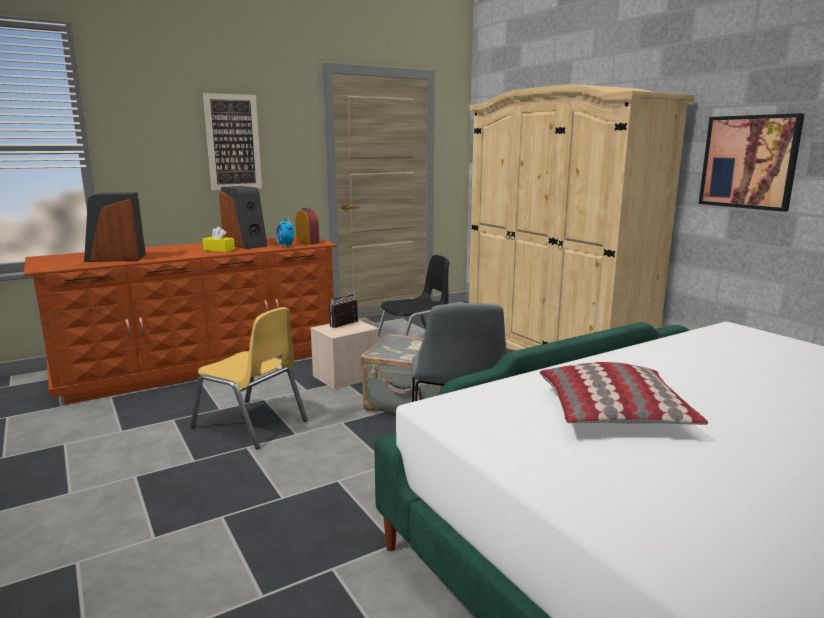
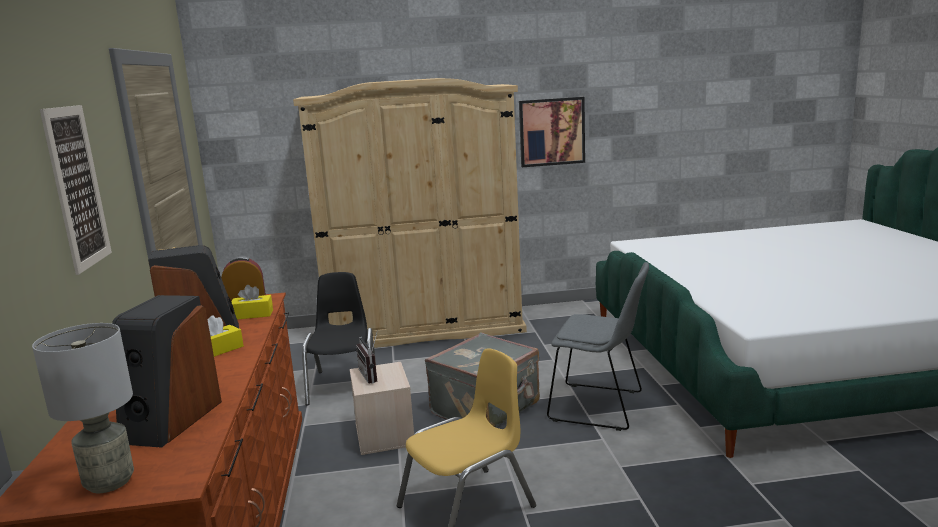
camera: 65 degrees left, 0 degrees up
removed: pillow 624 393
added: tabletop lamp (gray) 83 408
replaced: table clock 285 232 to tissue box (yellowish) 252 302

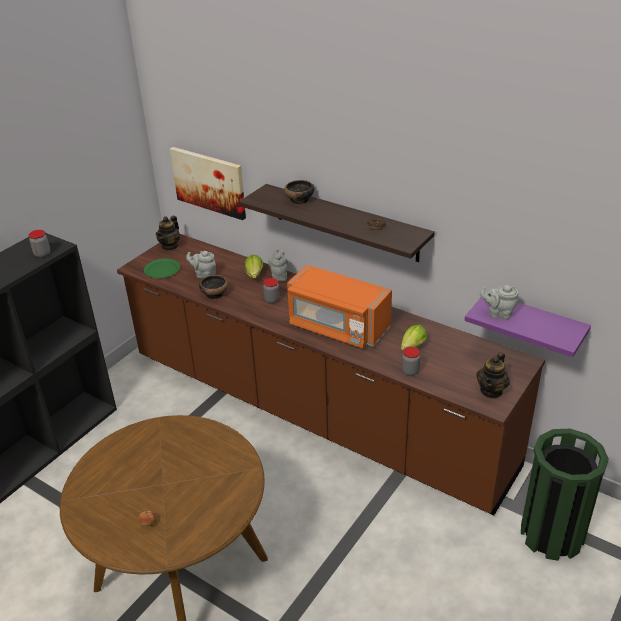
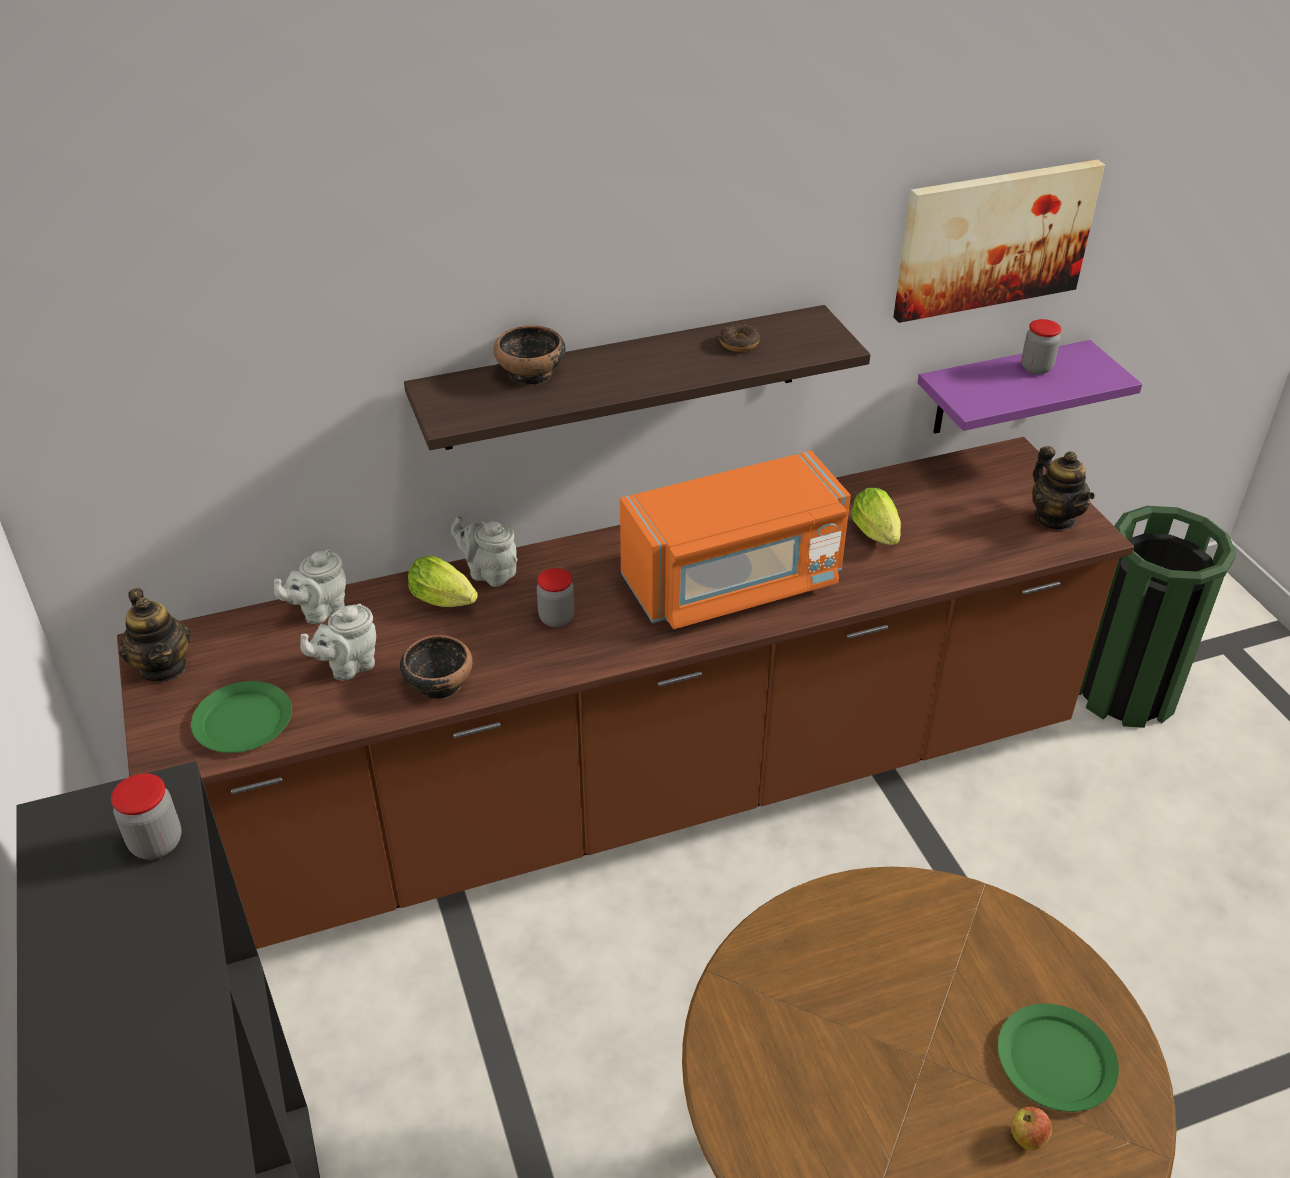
camera: 55 degrees left, 5 degrees up
added: flat dish (green-coloured) 1058 1057
moved: wall picture 208 183 to 999 241; preserve jar 411 361 to 1041 346; tea pot (gray) 499 302 to 310 586

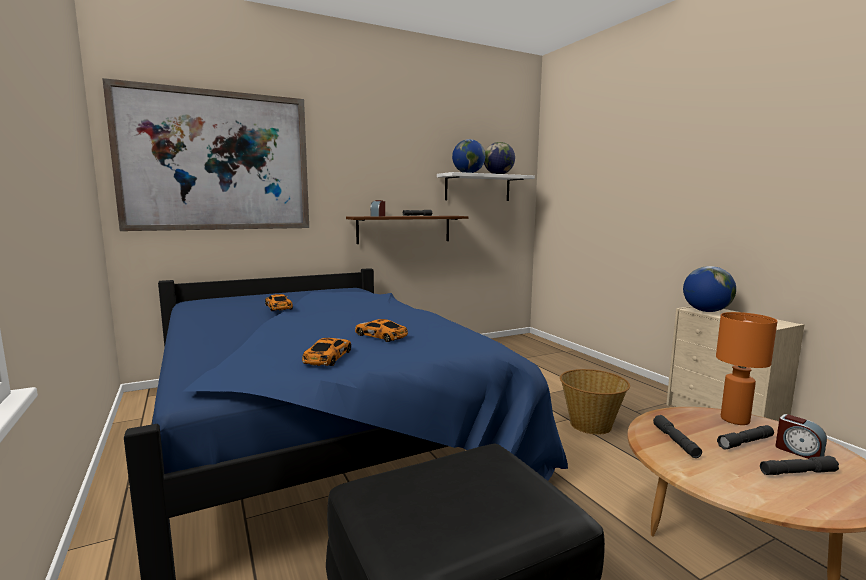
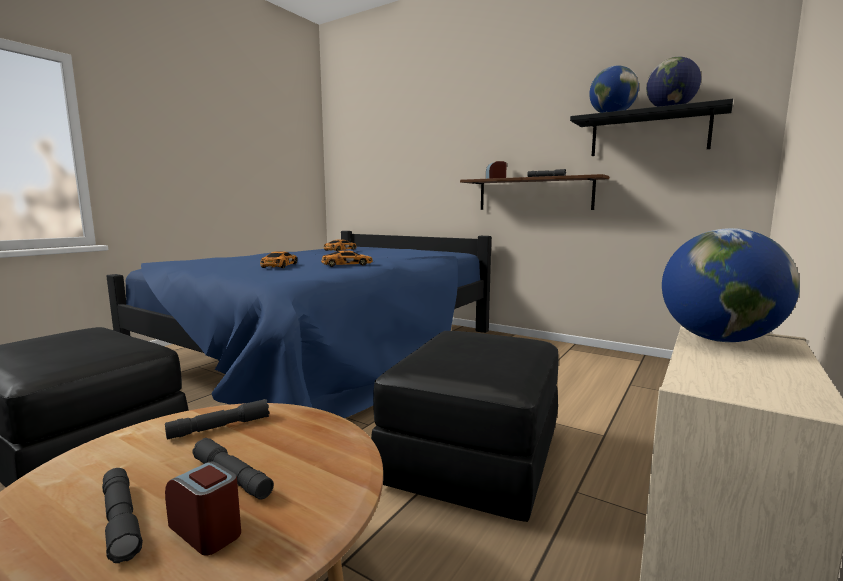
camera: 60 degrees right, 0 degrees up
removed: wall picture 205 154; tabletop lamp (orange-coloured) 746 368
moved: toy car 326 352 to 347 258
replaced: household basket 595 402 to footrest (black-coloured) 465 426
recoloured: wall shelf (white) 486 186 to wall shelf (black-coloured) 651 127
turned: table clock 801 436 = 203 508 105 degrees clockwise

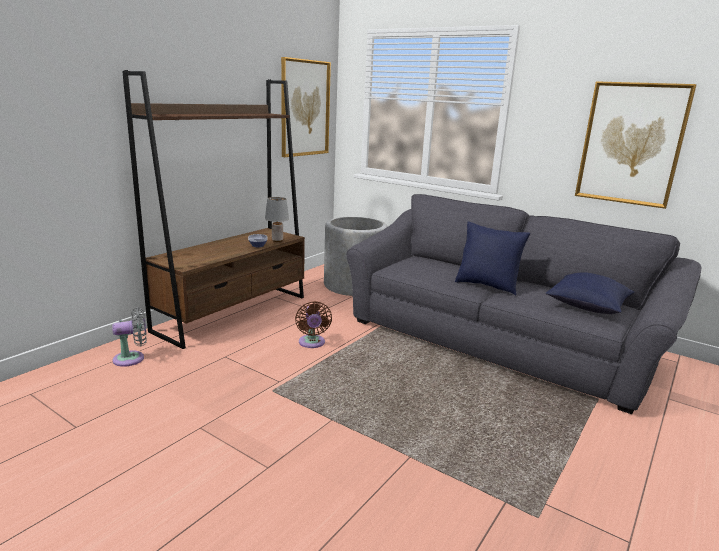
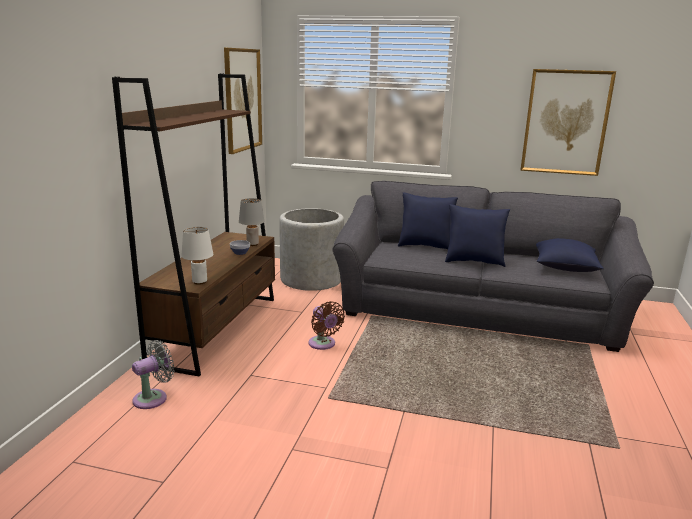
camera: 20 degrees left, 0 degrees up
added: tabletop lamp (white) 197 256; pillow (blue-coloured) 428 220

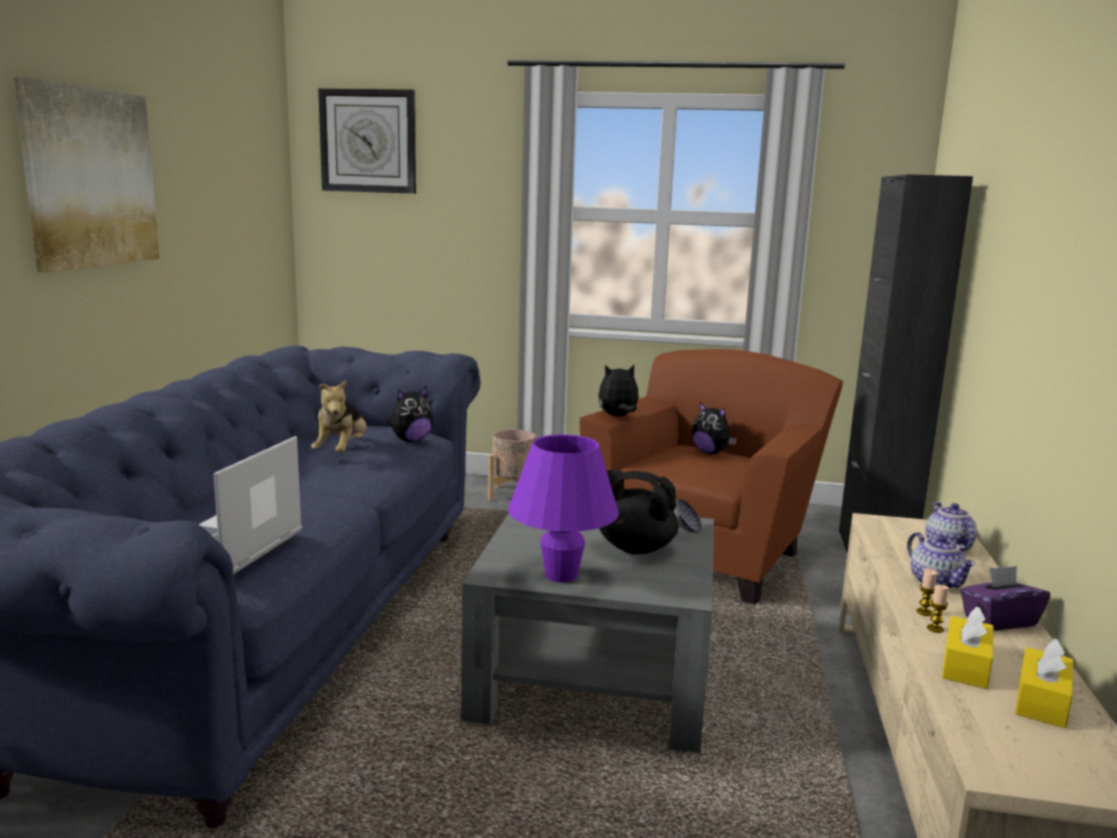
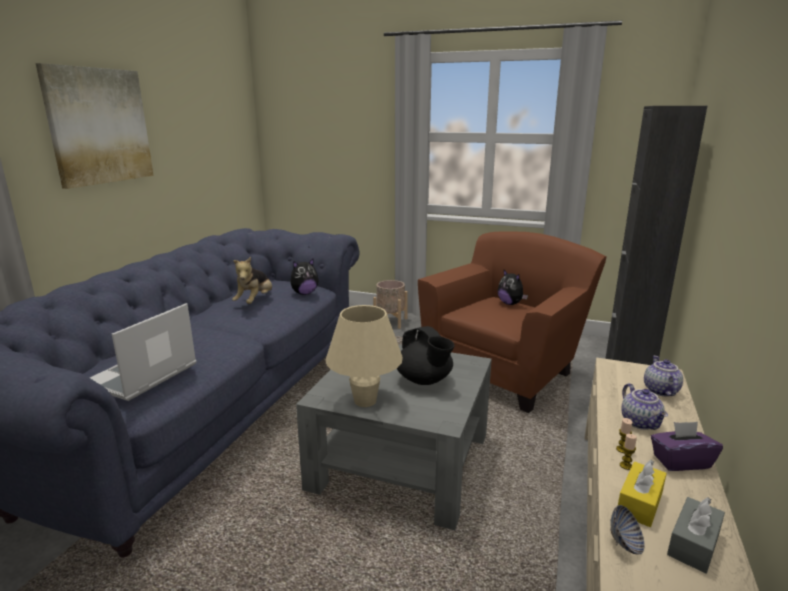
camera: 10 degrees right, 5 degrees up
removed: clock on the wall 367 141; soft toy 618 390
moved: bowl 688 516 to 627 529
recoloured: tabletop lamp (purplish) 563 508 to tabletop lamp (sand-coloured) 364 356; tissue box (yellowish) 1044 683 to tissue box (gray) 696 535
turned: tea pot (black-coloured) 639 512 = 426 355 150 degrees counterclockwise

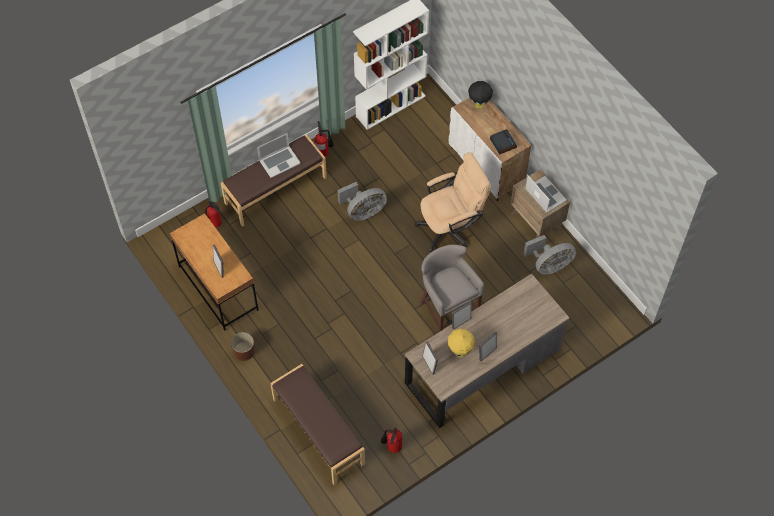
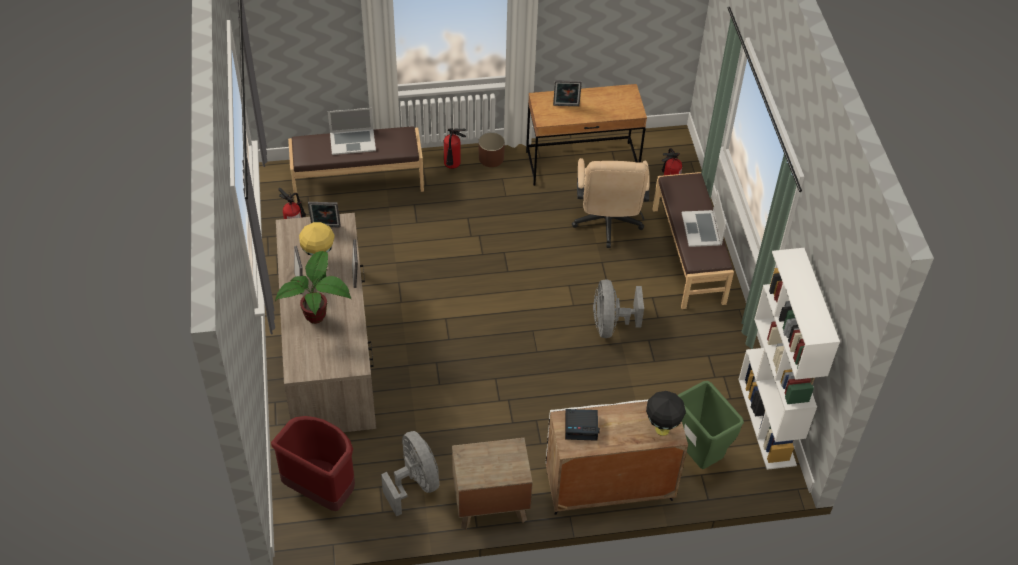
camera: 115 degrees right, 10 degrees down
removed: stool (gray) 452 288
added: trash can (red-coloured) 313 463; plant in a pot 313 287; trash can (green-coloured) 711 425
moved: extinguisher 324 139 to 455 148; desk chair (sand-coloured) 453 202 to 611 203; notebook computer 546 194 to 352 131
turned: cooling fan (gray) 550 255 = 410 474 150 degrees clockwise

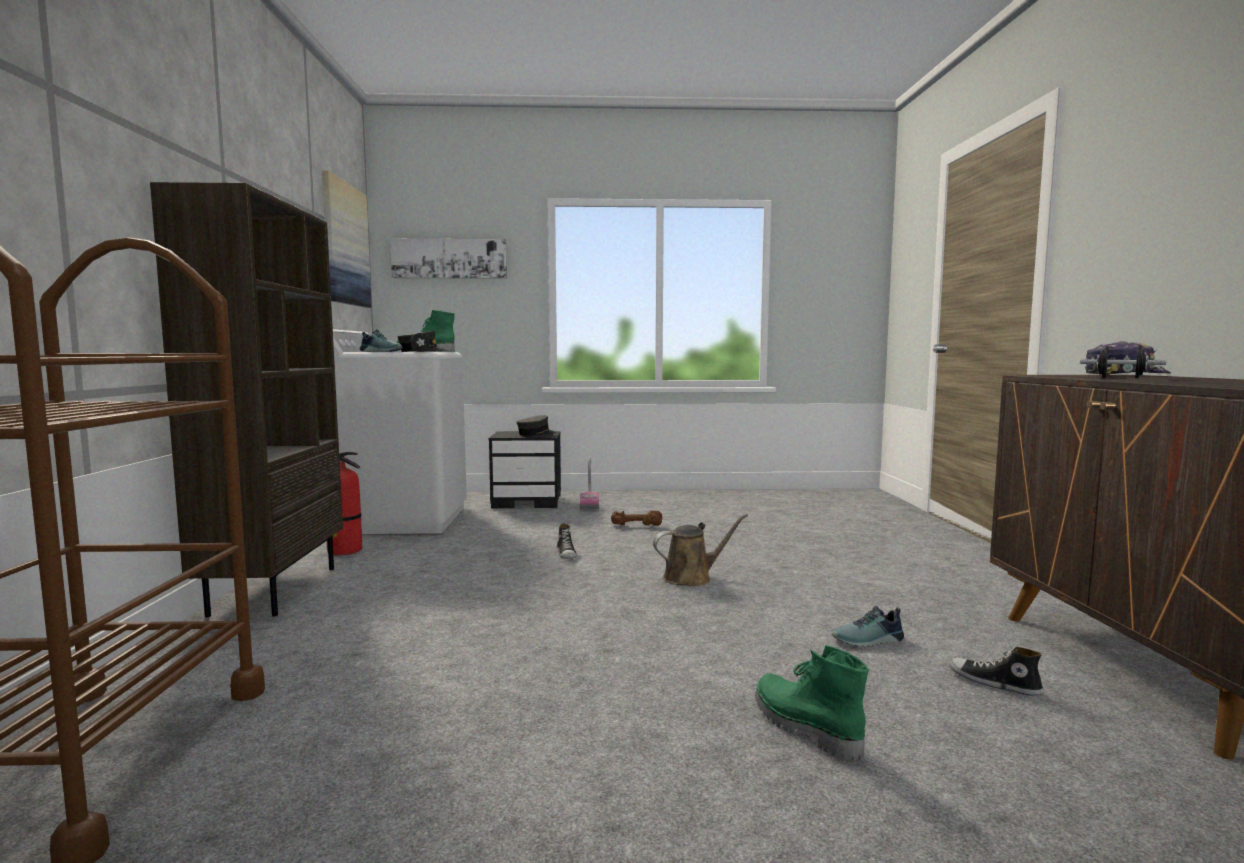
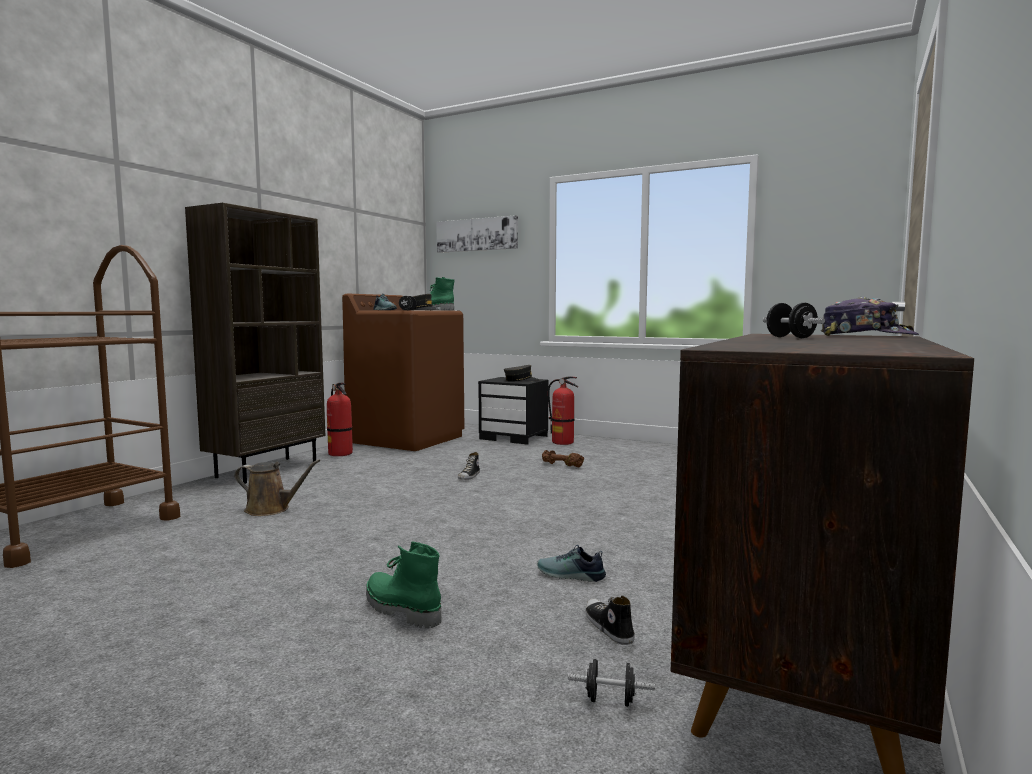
camera: 30 degrees right, 0 degrees up
removed: wall picture 347 239
added: dumbbell (black-coloured) 611 683
moved: watering can (brownish) 700 550 to 277 488
replaced: vacuum cleaner 589 483 to extinguisher 563 410
recoloured: laundry appliance (white) 400 431 to laundry appliance (brownish) 403 372
turned: high-top boot (green-coloured) 812 703 = 404 584 45 degrees counterclockwise

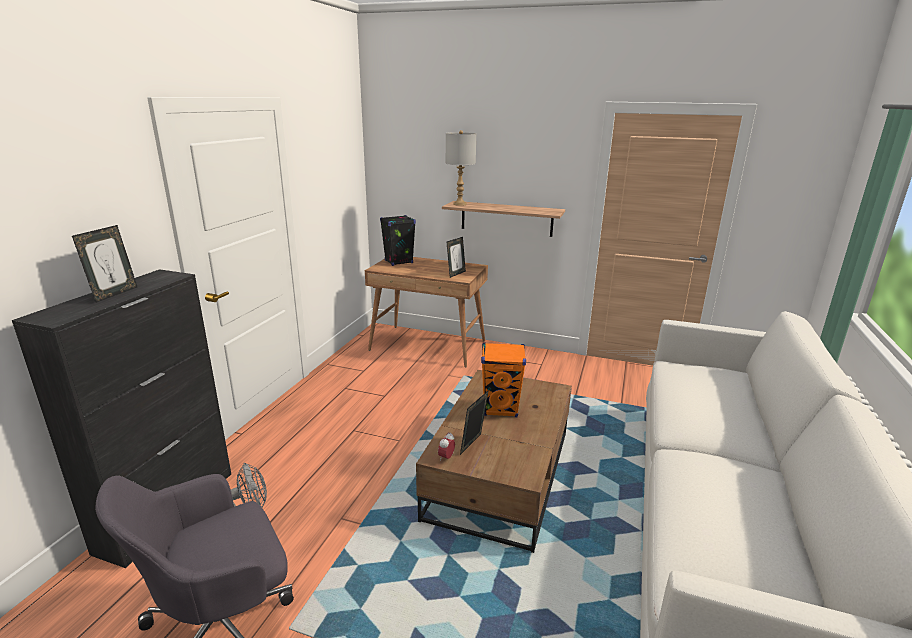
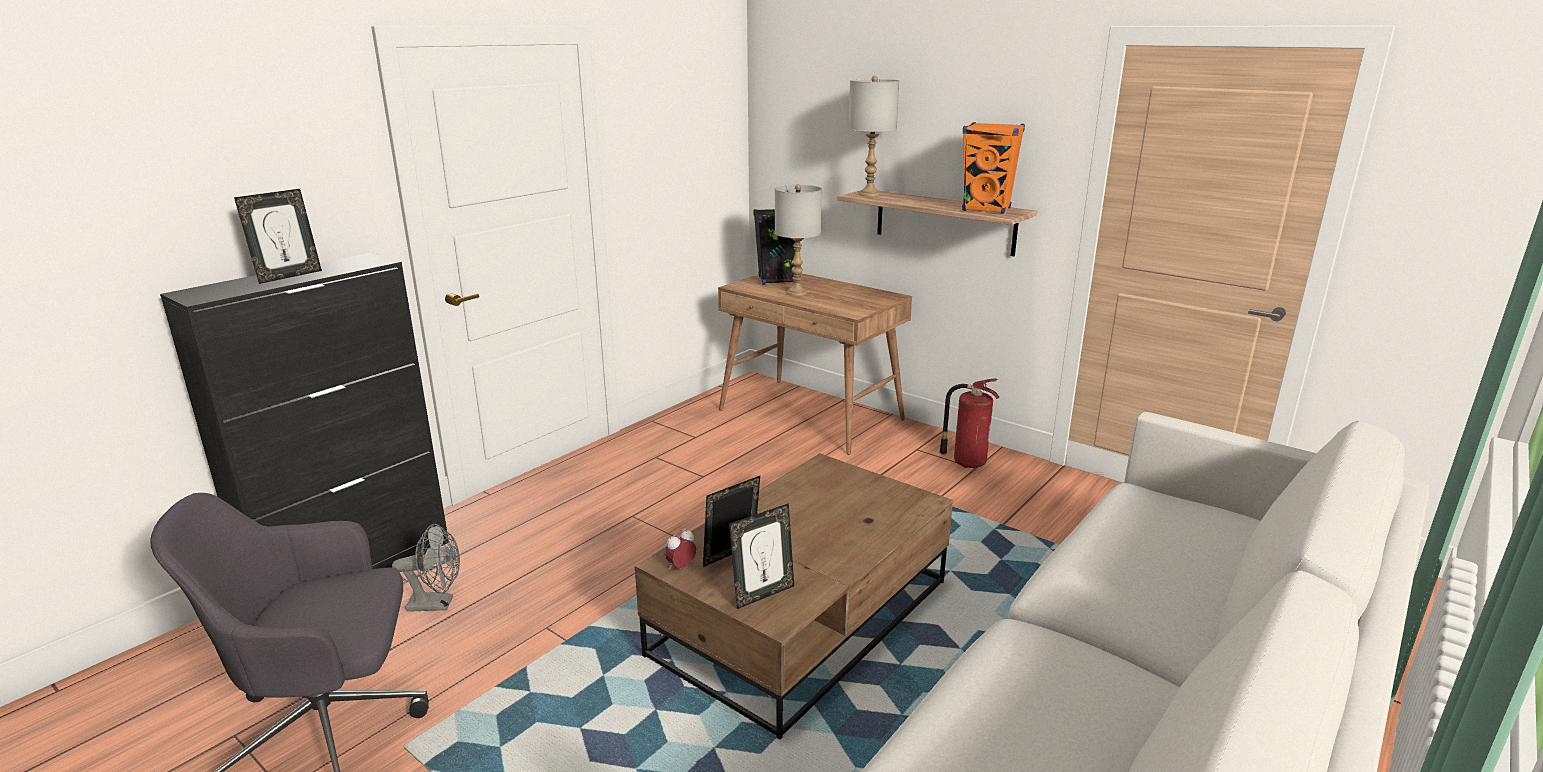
camera: 20 degrees right, 0 degrees up
added: tabletop lamp (gray) 798 240; extinguisher 969 423
moved: picture frame 456 257 to 761 556; audio speaker (orange-coloured) 503 380 to 993 168

